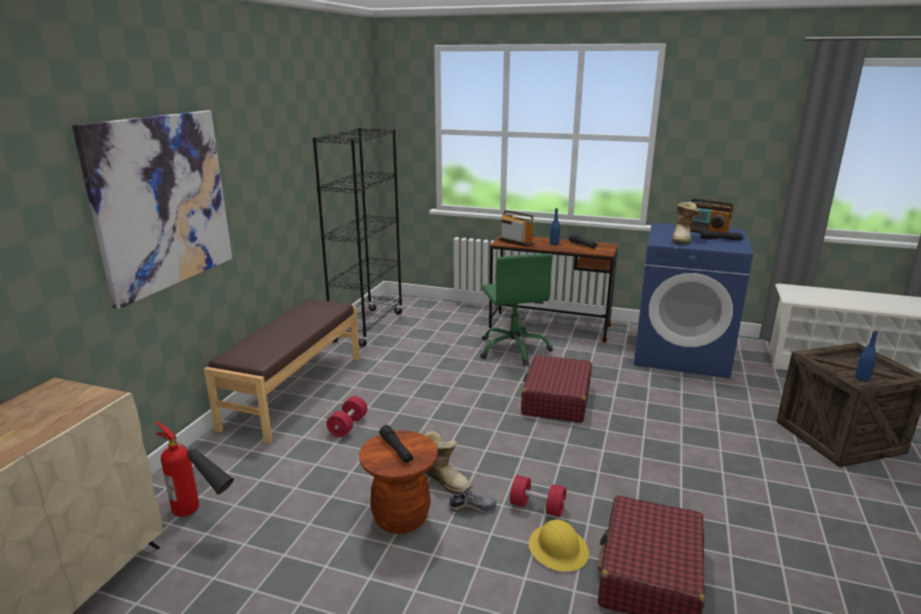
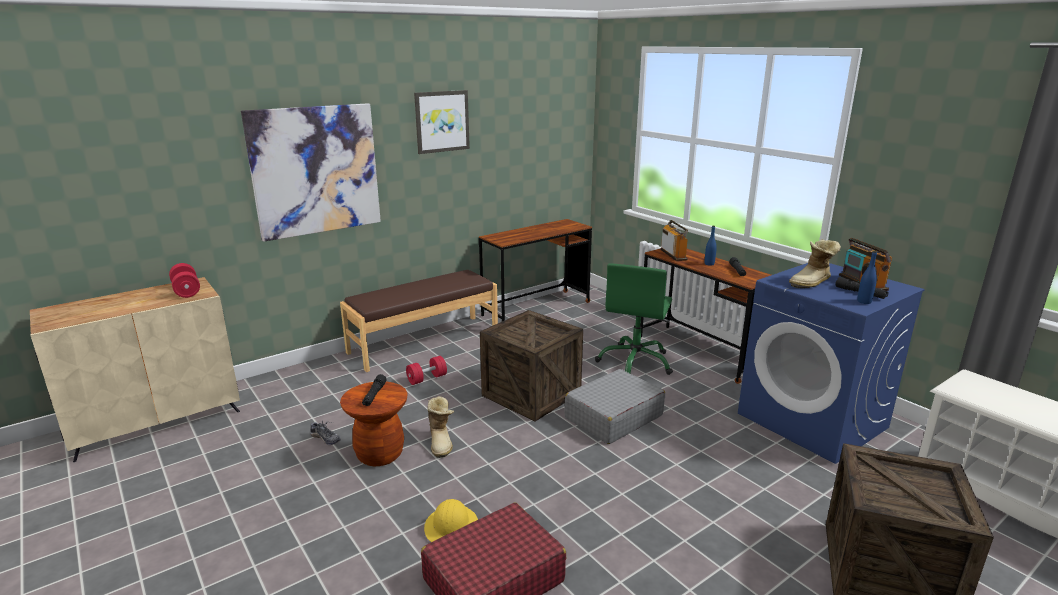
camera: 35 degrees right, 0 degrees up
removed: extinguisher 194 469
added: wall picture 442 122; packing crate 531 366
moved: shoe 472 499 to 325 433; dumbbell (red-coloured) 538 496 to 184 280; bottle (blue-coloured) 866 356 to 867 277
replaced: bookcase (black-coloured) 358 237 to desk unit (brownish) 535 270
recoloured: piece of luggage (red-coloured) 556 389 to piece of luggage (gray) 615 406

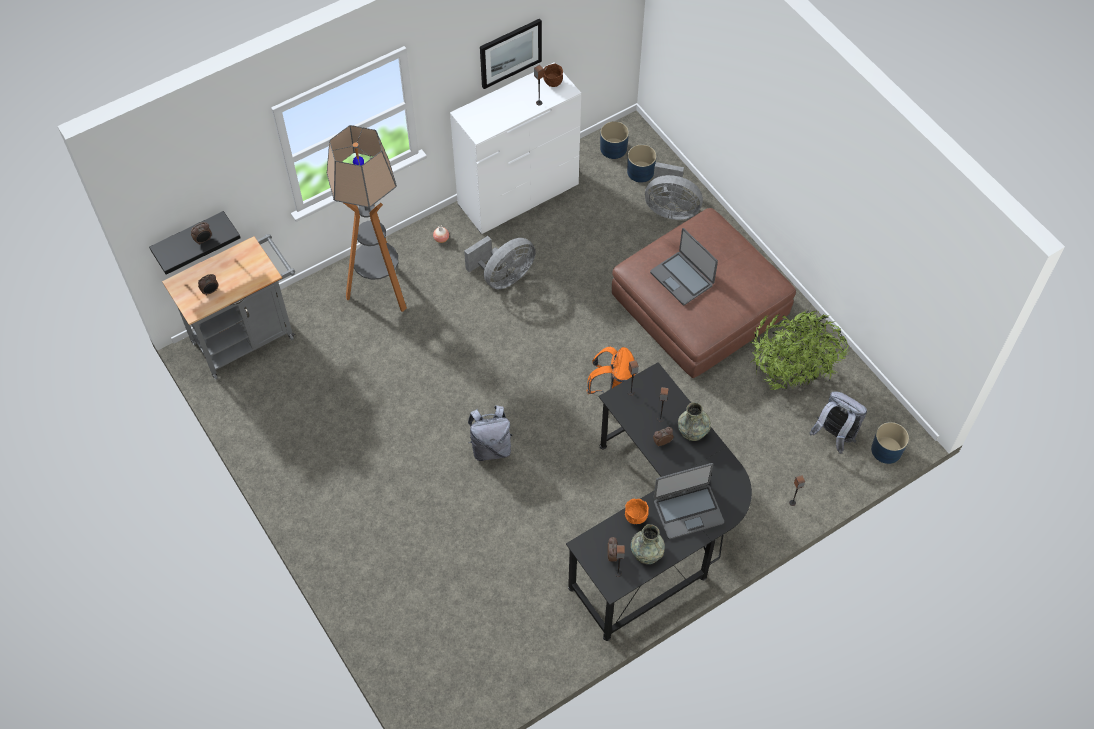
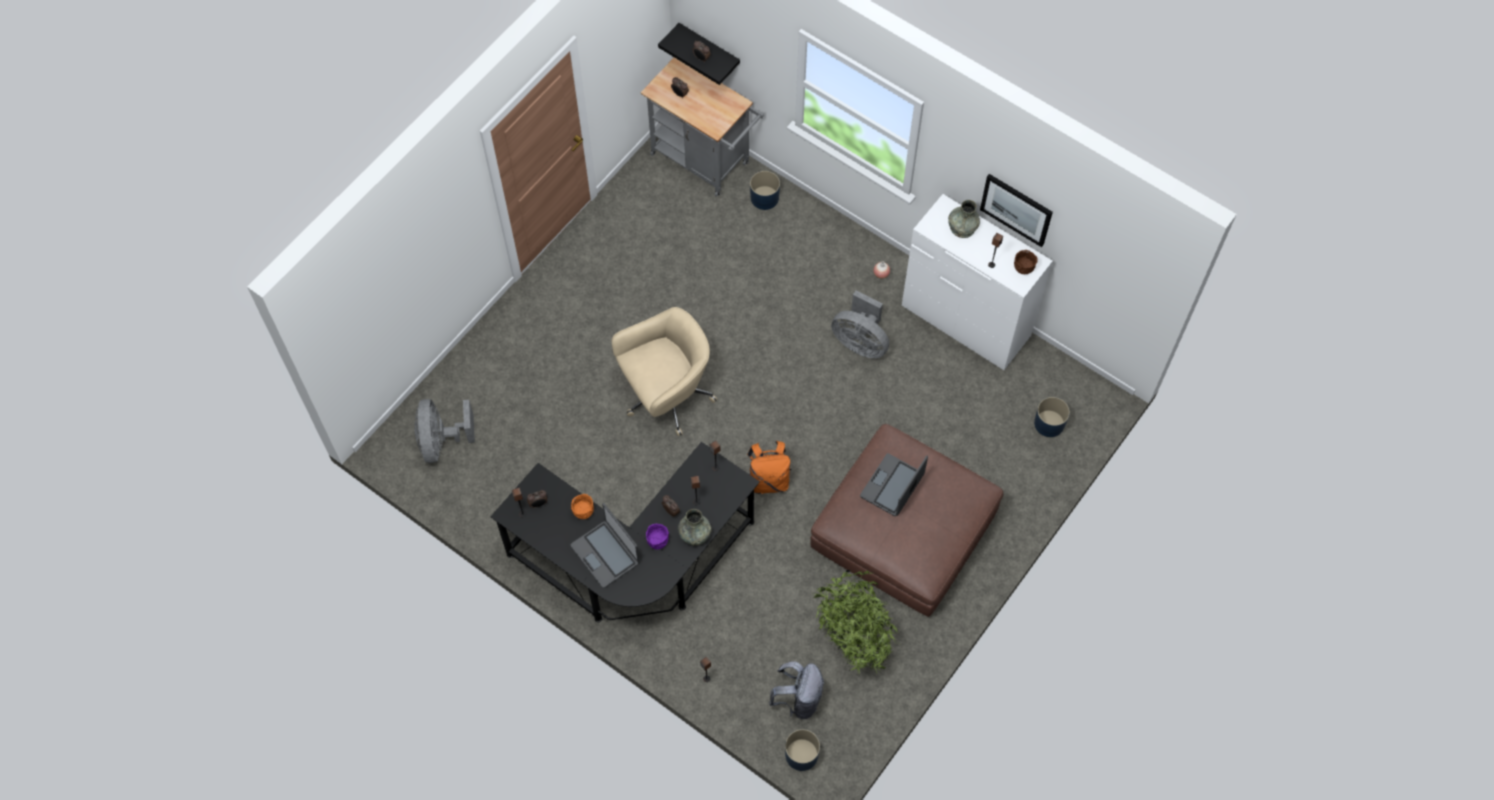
camera: 70 degrees right, 5 degrees up
removed: floor lamp 367 218
added: bowl (purplish) 657 537
moved: flower pot (blue-coloured) 614 140 to 765 190; vase (gray) 648 544 to 964 219; cooling fan (gray) 674 191 to 444 431
replaced: backpack (gray) 490 433 to desk chair (sand-coloured) 664 371

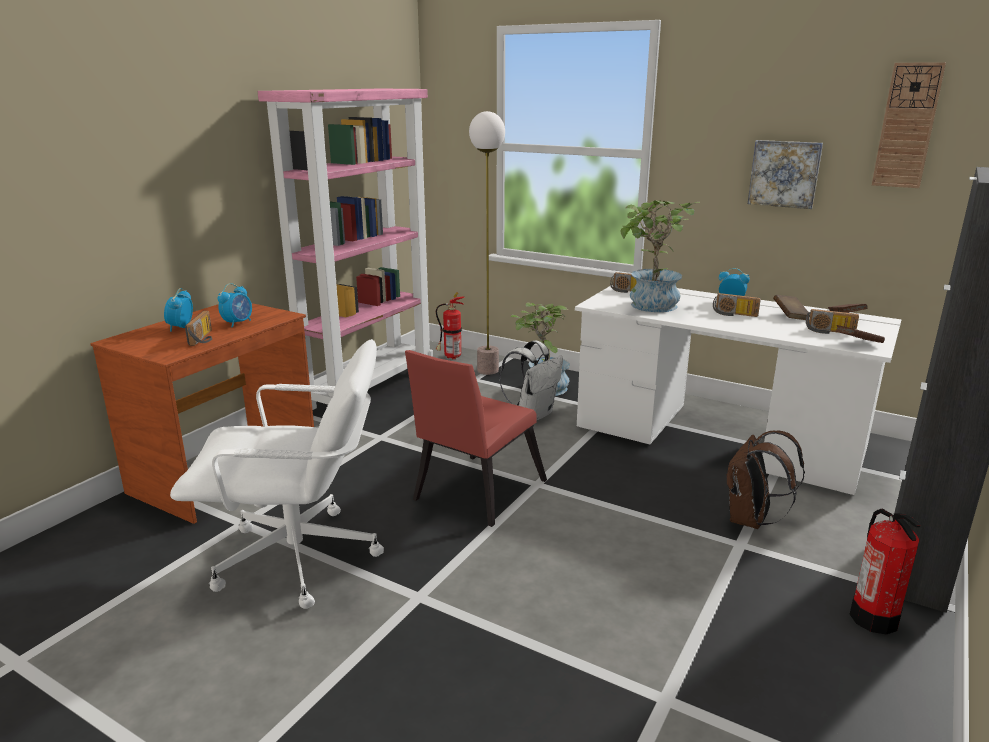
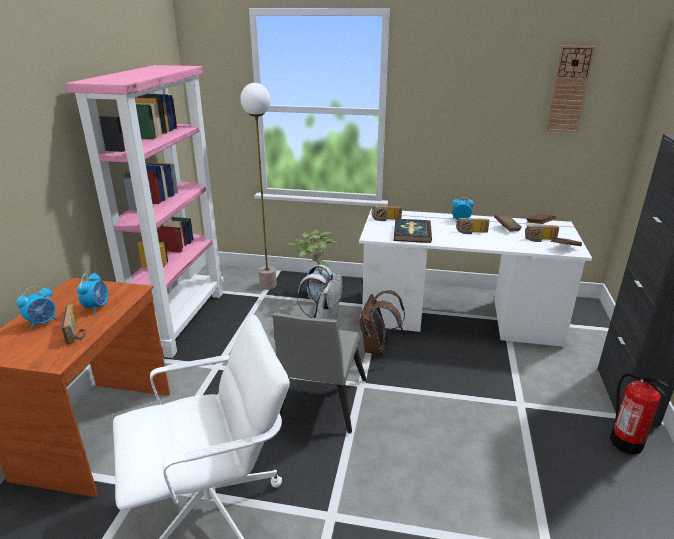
camera: 20 degrees left, 5 degrees up
removed: extinguisher 450 325; wall picture 785 174
moved: backpack (brownish) 765 480 to 382 322
replaced: plant in a pot 660 256 to bound book 413 231
recoloured: plain chair (red-coloured) 476 438 to plain chair (gray) 320 373
turned: table clock 178 310 = 36 308 120 degrees counterclockwise

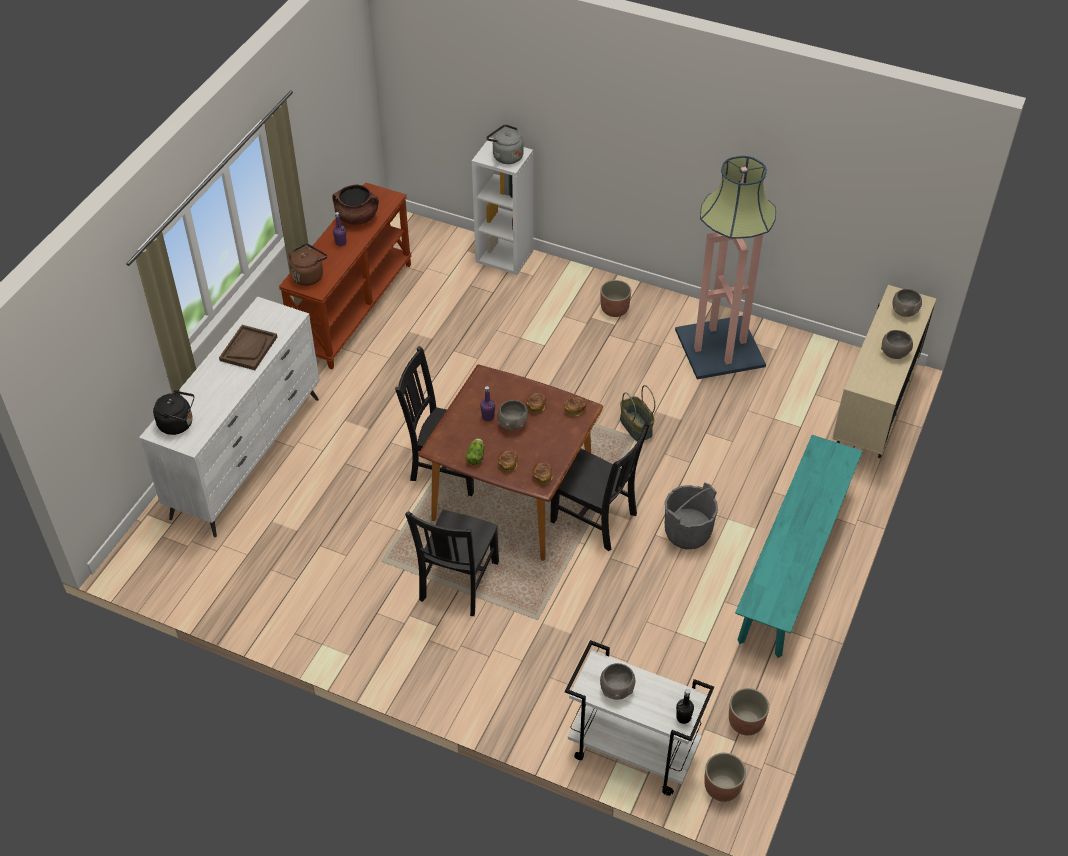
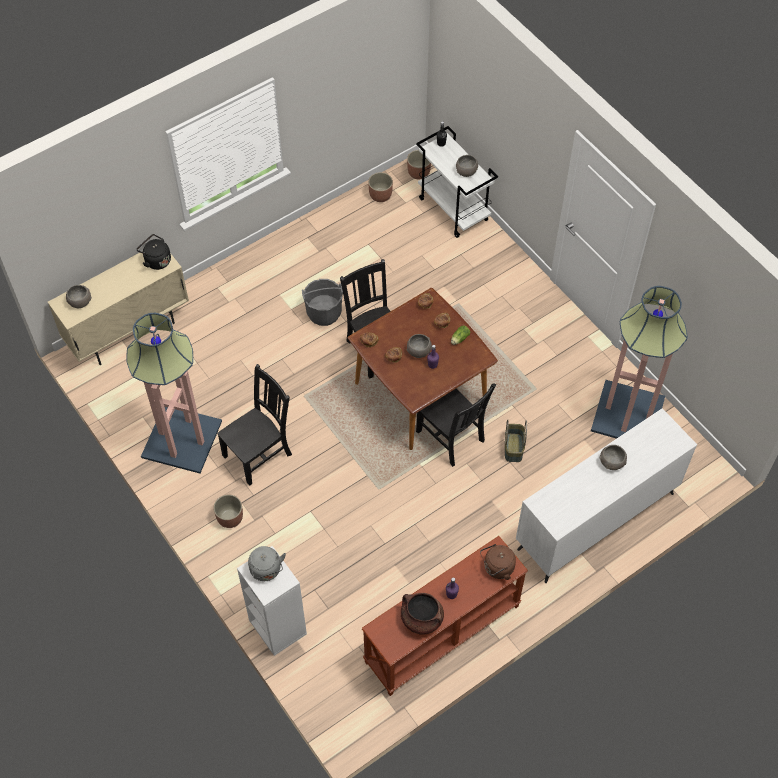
camera: 150 degrees left, 10 degrees up
removed: tray (brownish) 248 347; indoor bench (turquoise) 799 546
added: floor lamp 639 362
moved: tea kettle (black-coloured) 173 412 to 154 252; plain chair (black-coloured) 452 563 to 254 425; household basket 637 413 to 516 440; bowl (gray) 897 344 to 613 457

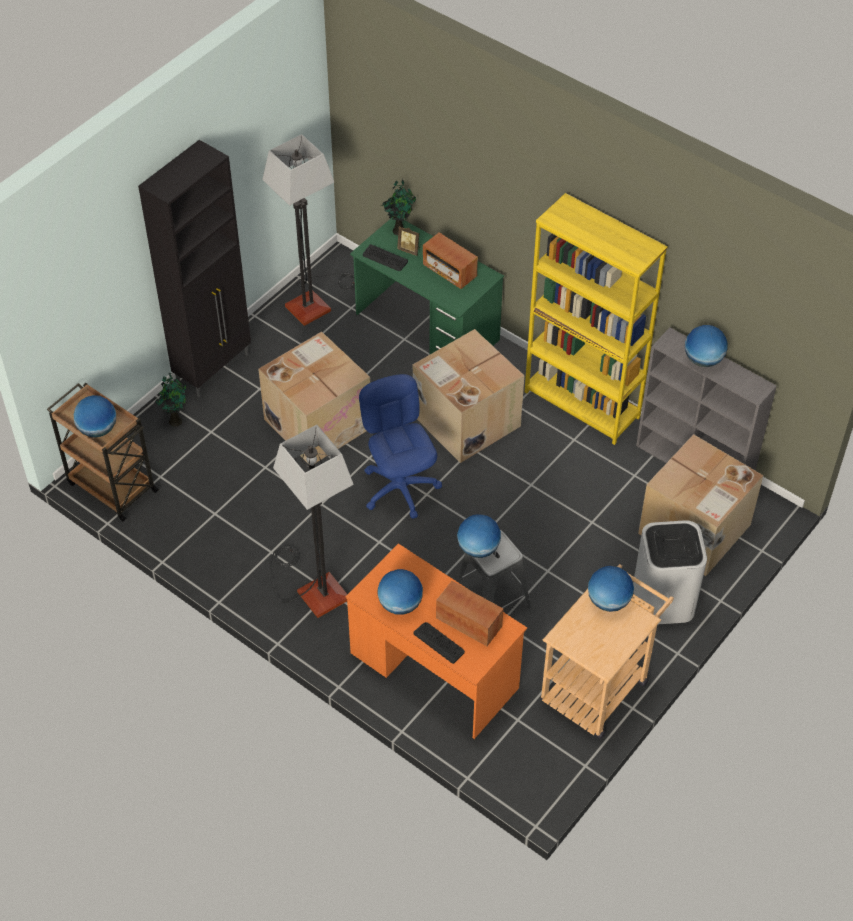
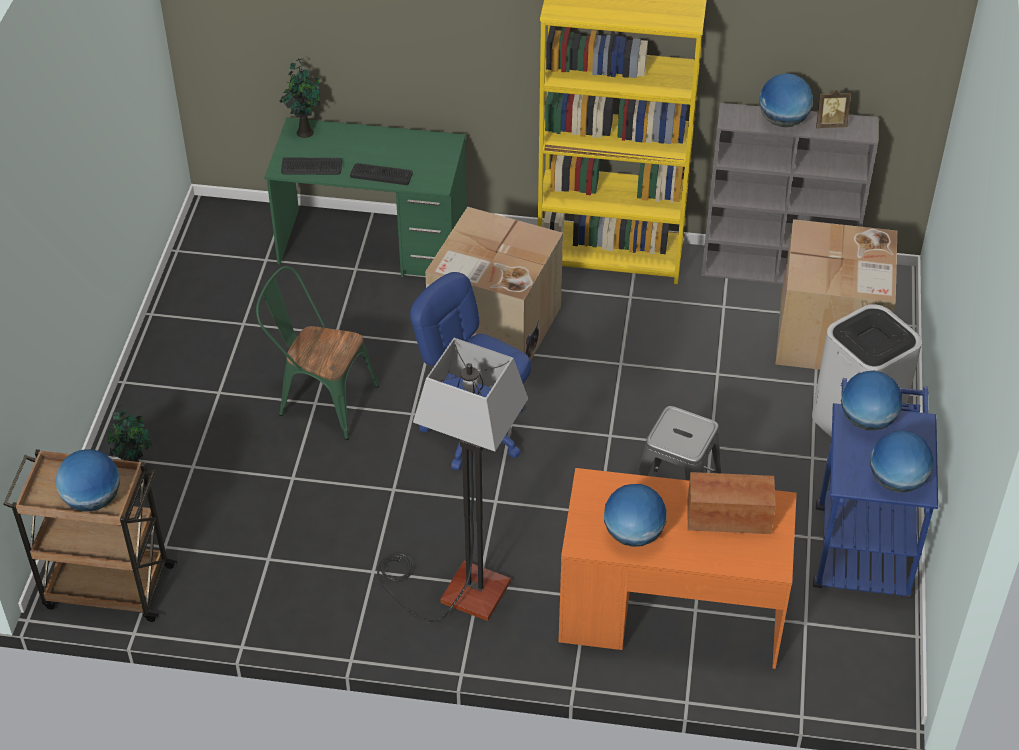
camera: 30 degrees left, 5 degrees down
removed: cabinet (black-coloured) 194 268; floor lamp 308 230; radio set 450 260
moved: picture frame 408 241 to 833 109; PC keyboard 439 643 to 381 174; world globe 479 536 to 902 461
replaced: packing box 314 398 to plain chair (green-coloured) 317 353
recoloured: cart (sand-coloured) 607 651 to cart (blue-coloured) 875 488

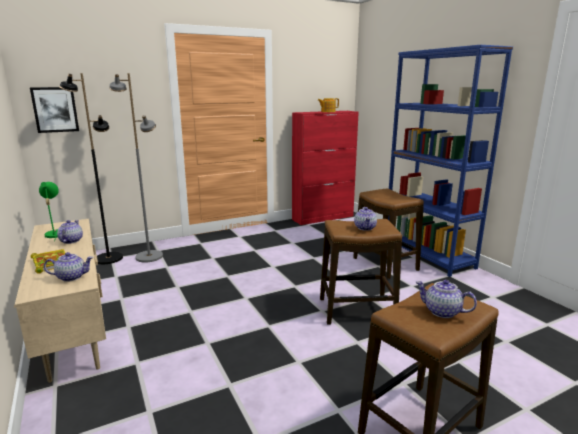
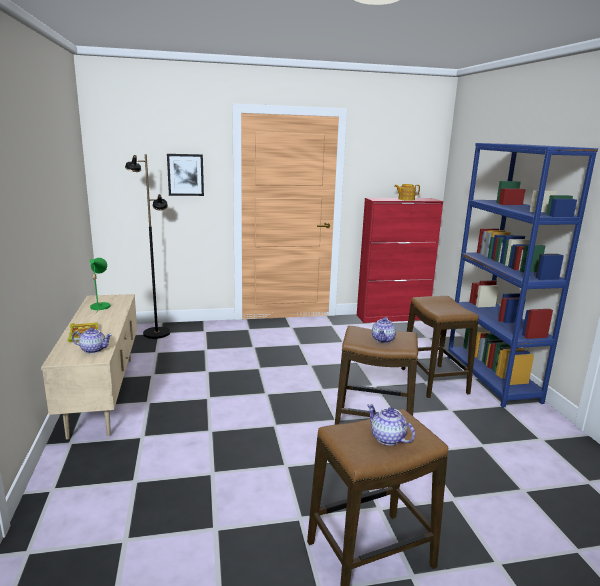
camera: 15 degrees right, 0 degrees up
removed: tea pot 70 232; floor lamp (gray) 136 167
moved: wall picture 54 110 to 185 175

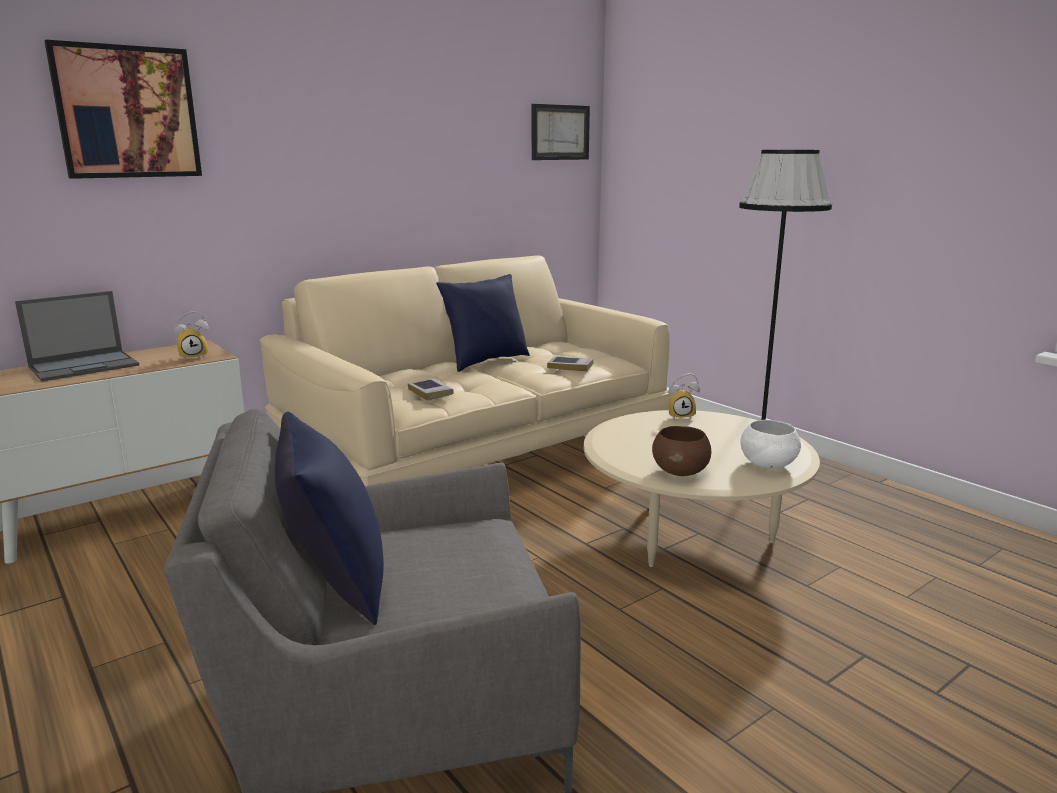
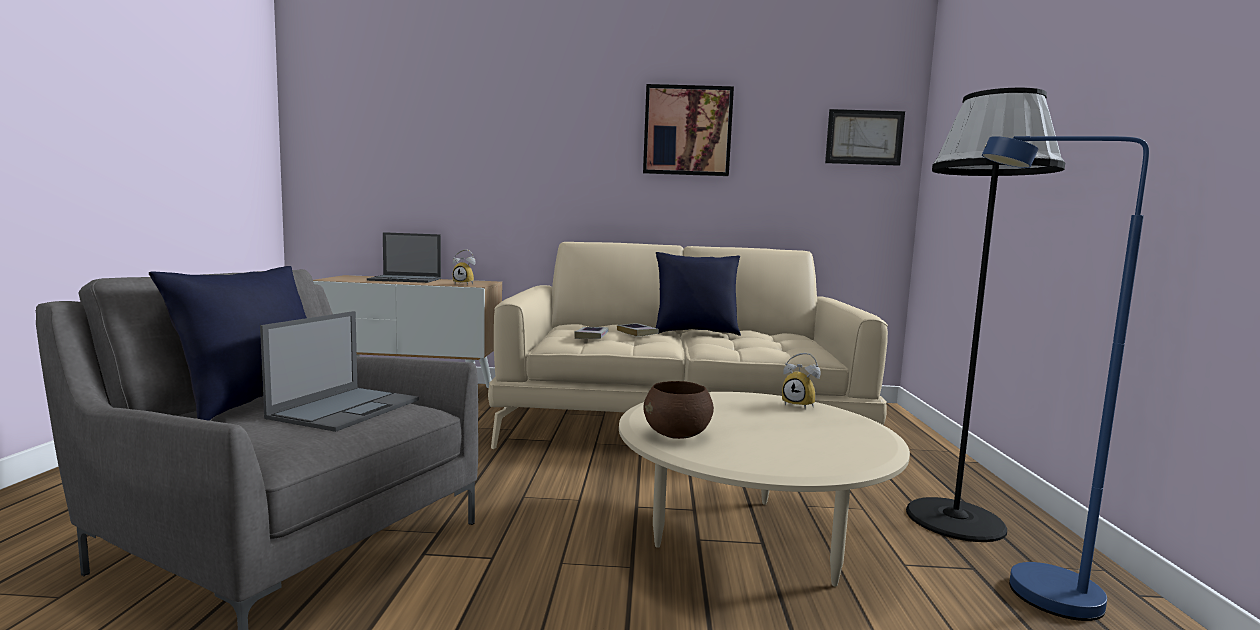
camera: 40 degrees right, 10 degrees down
removed: bowl (white) 771 444
added: notebook computer 339 371; floor lamp (blue-coloured) 1065 378
moved: wall picture 123 109 to 688 130; bound book 570 363 to 638 330

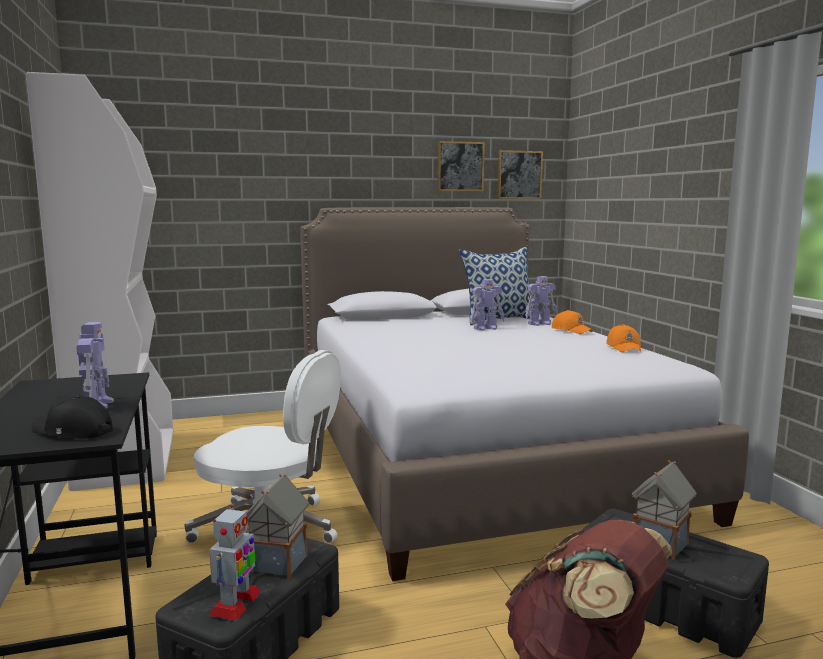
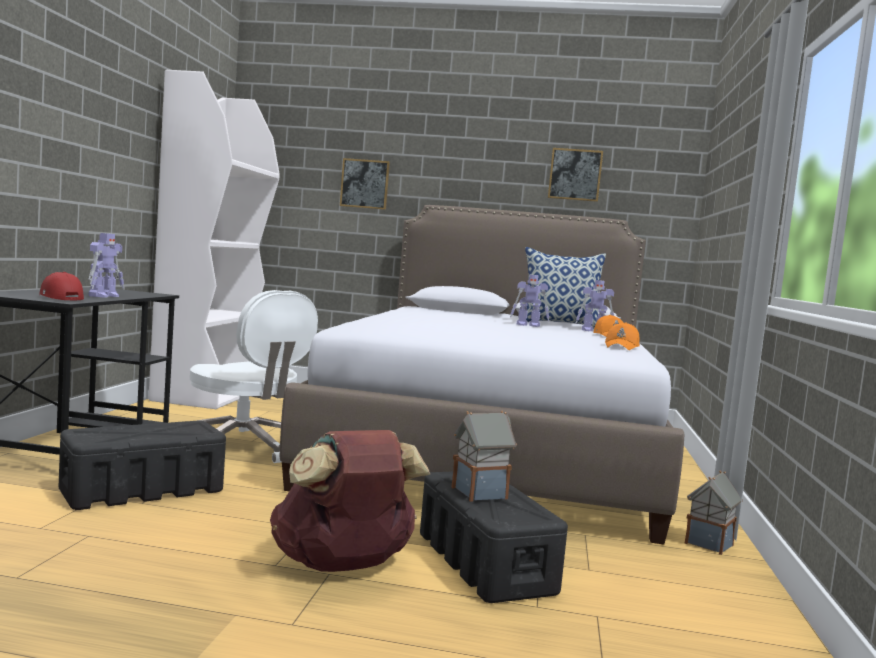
camera: 25 degrees right, 5 degrees down
removed: model robot 235 563
moved: miniature house 278 526 to 714 513; wall picture 520 174 to 365 184
recoloured: baseball cap (black-coloured) 71 417 to baseball cap (red-coloured) 61 286

